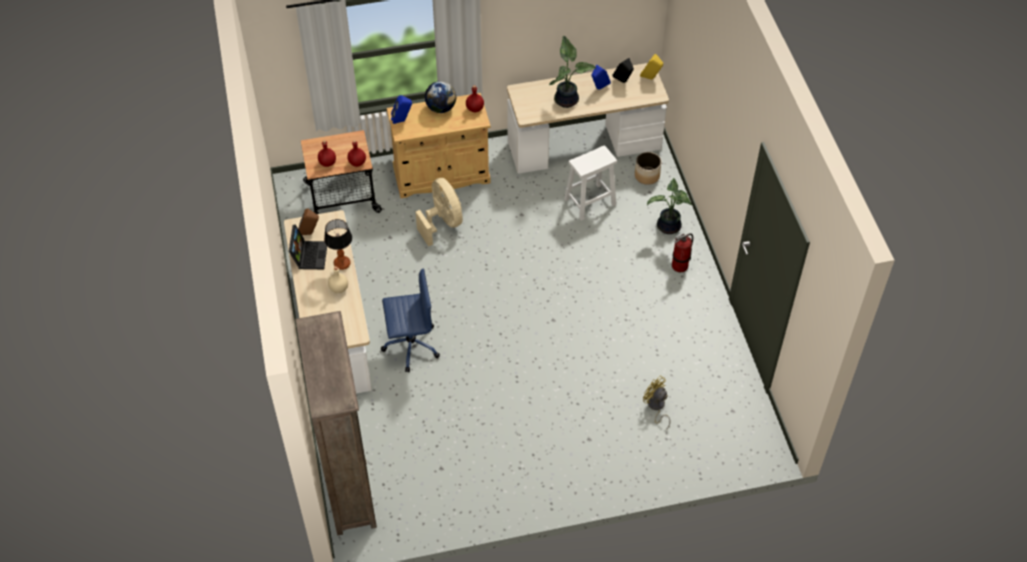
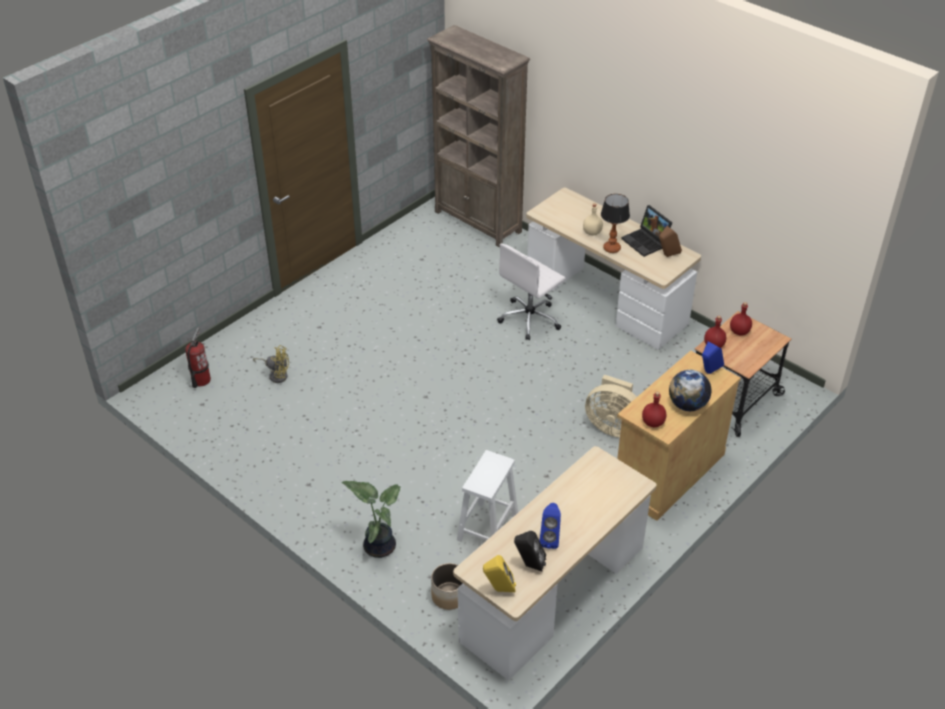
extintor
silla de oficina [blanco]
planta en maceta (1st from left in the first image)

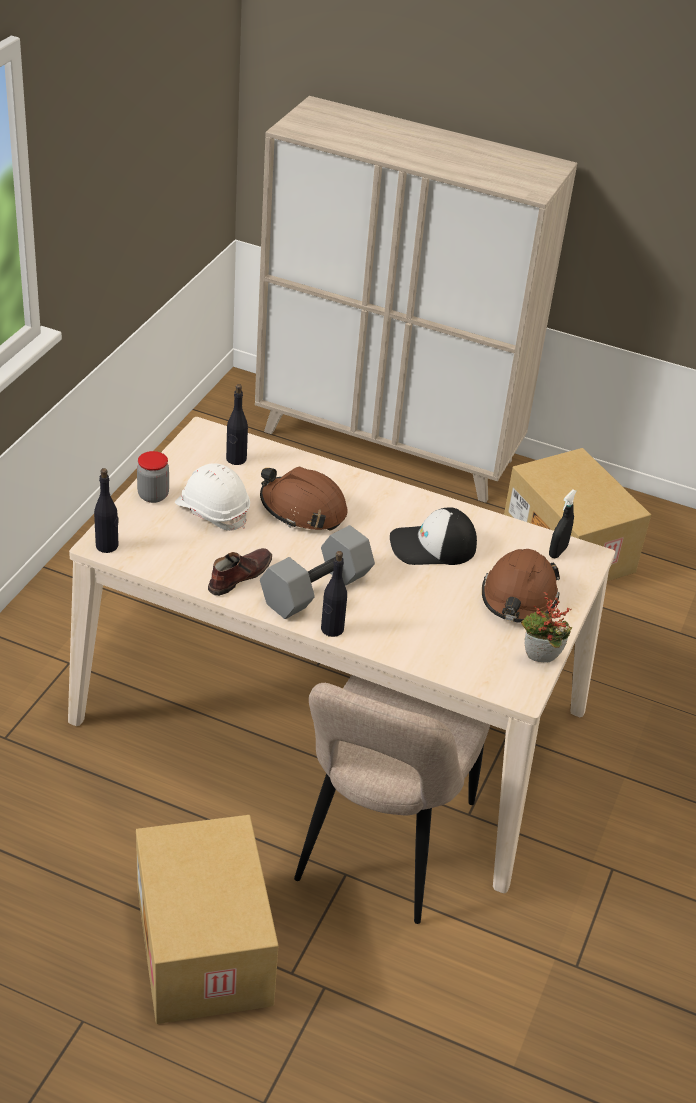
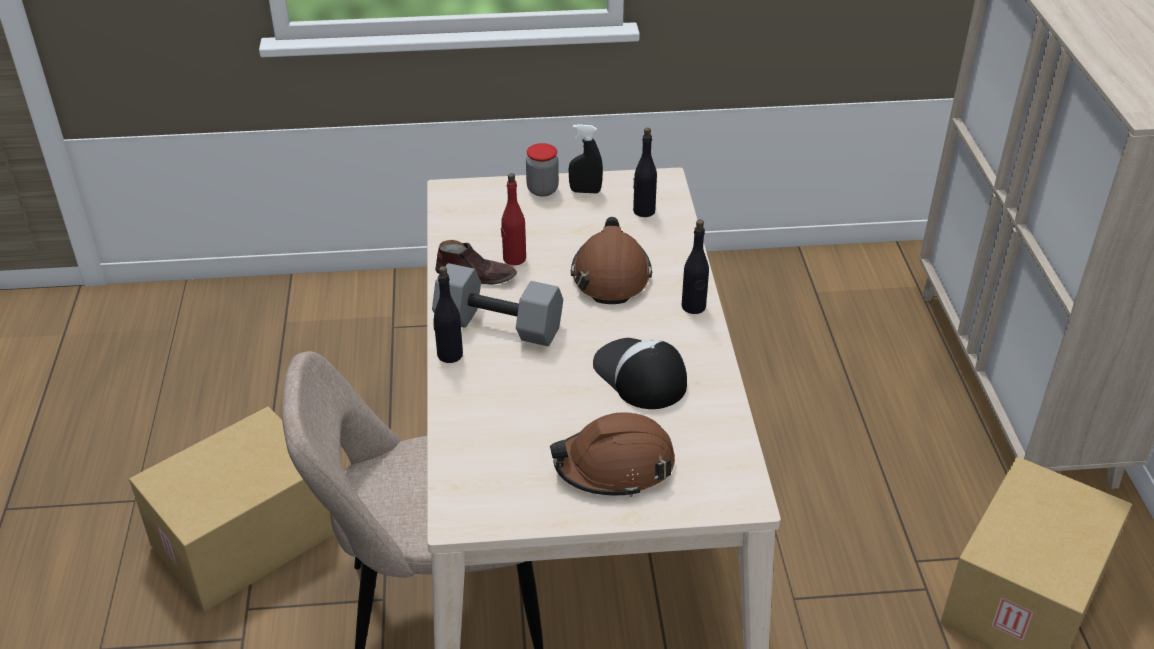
botella [rojo]
pulverizador [negro]
botella [negro] (3rd from left)
casco [blanco]
planta en maceta

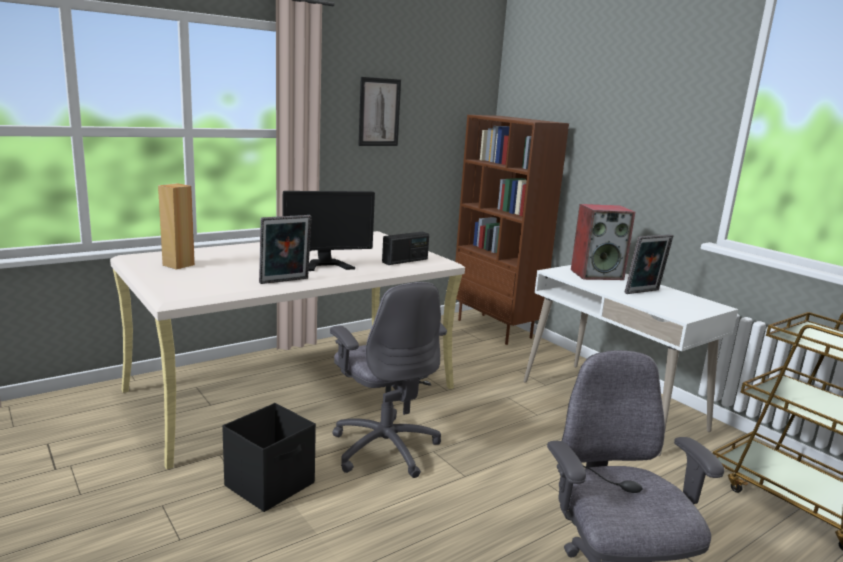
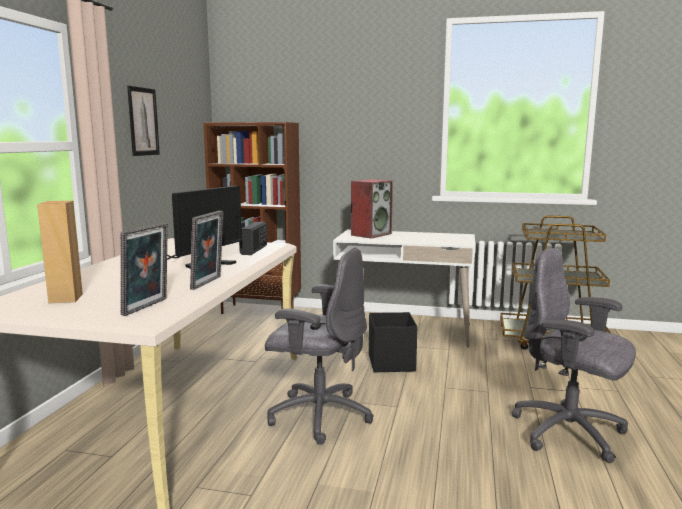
portarretratos (1st from left)
caja de almacenaje [negro]

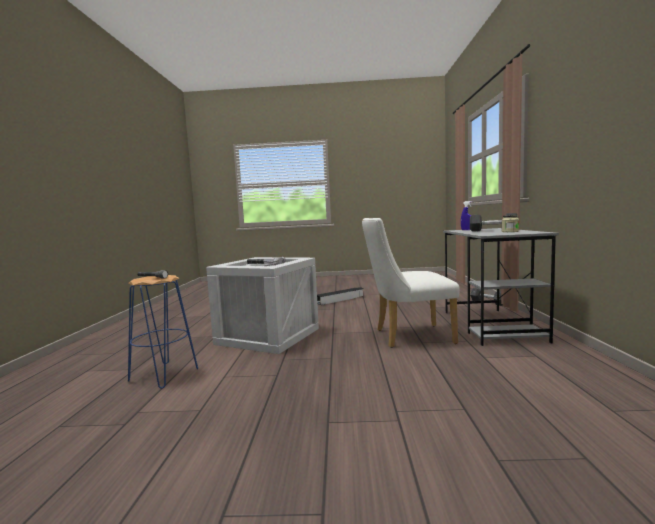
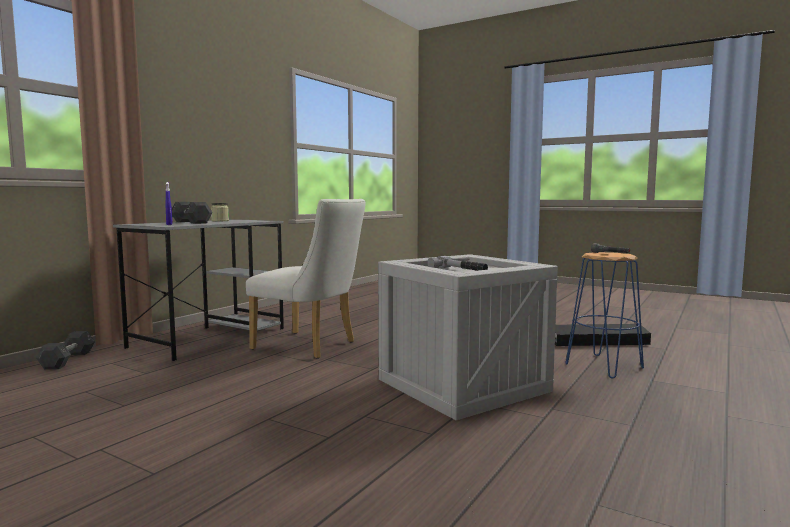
caja de almacenaje [negro]

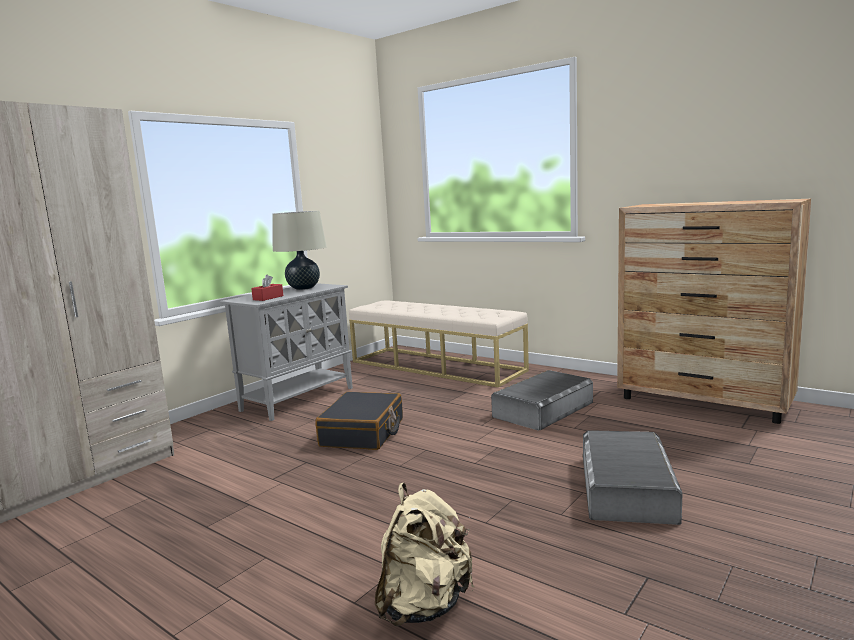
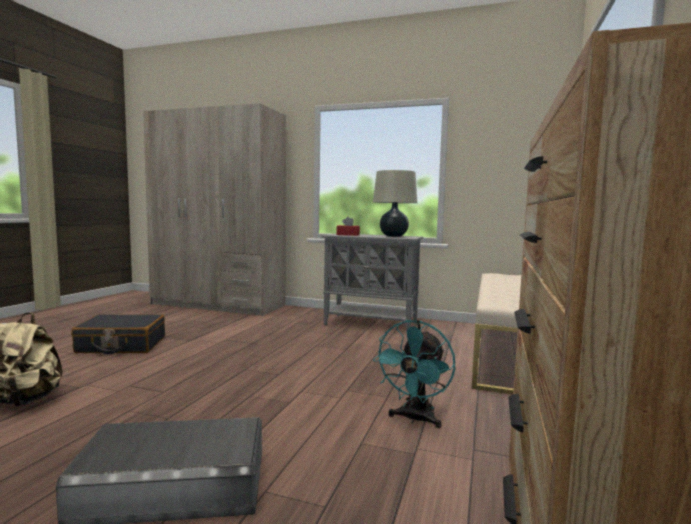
maleta [negro]
ventilador [turquesa]

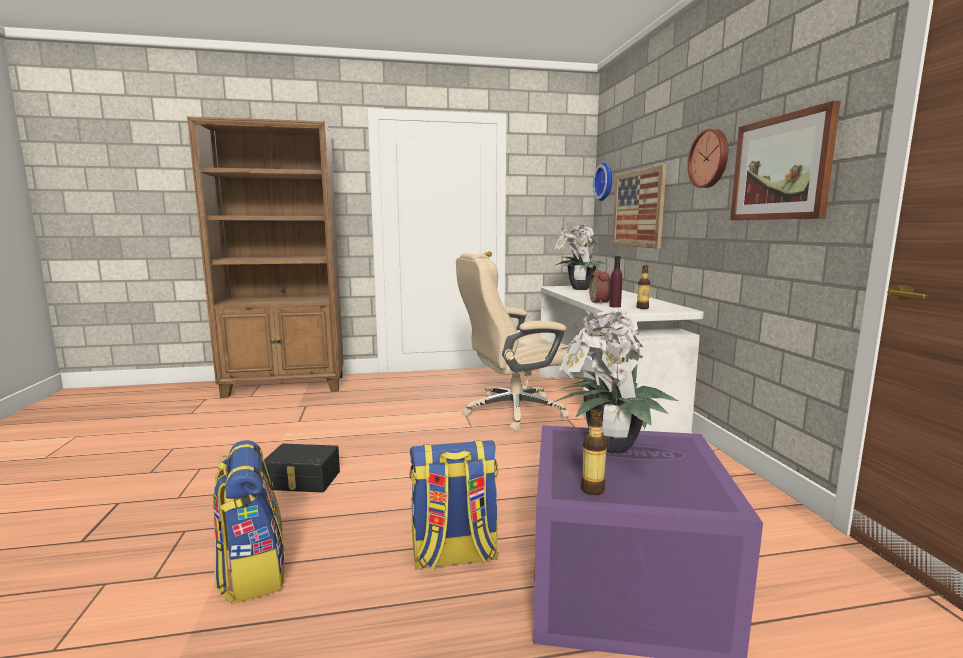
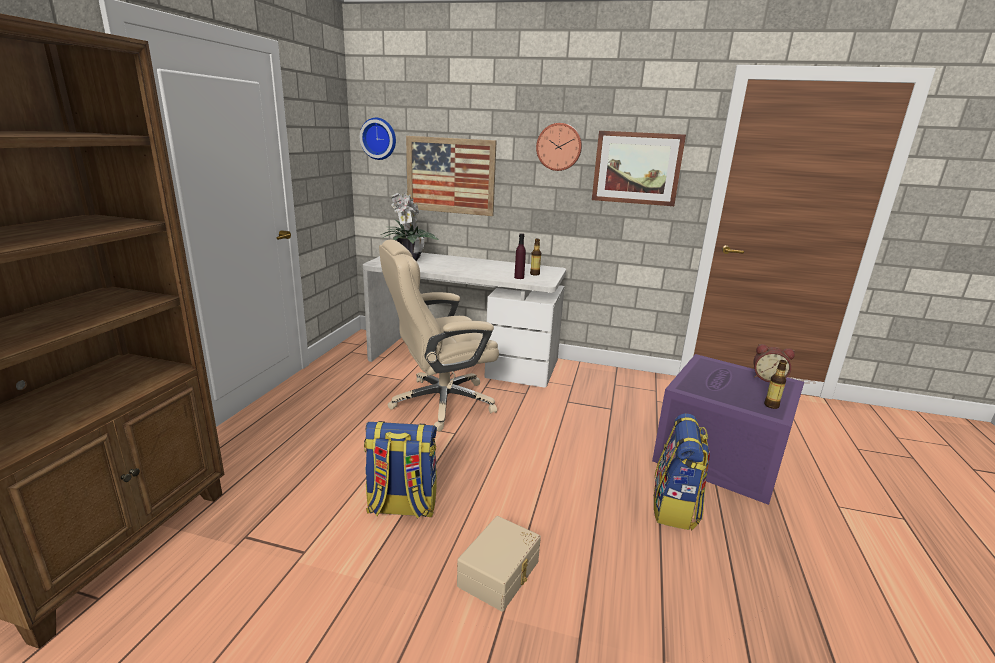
mochila (1st from left)
silla de oficina [beis]
caja de almacenaje [beis]
despertador
planta en maceta (2nd from left in the first image)

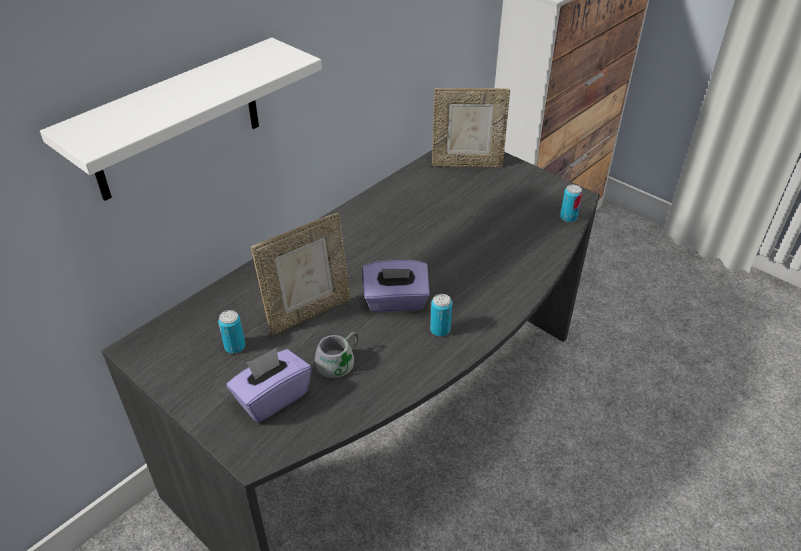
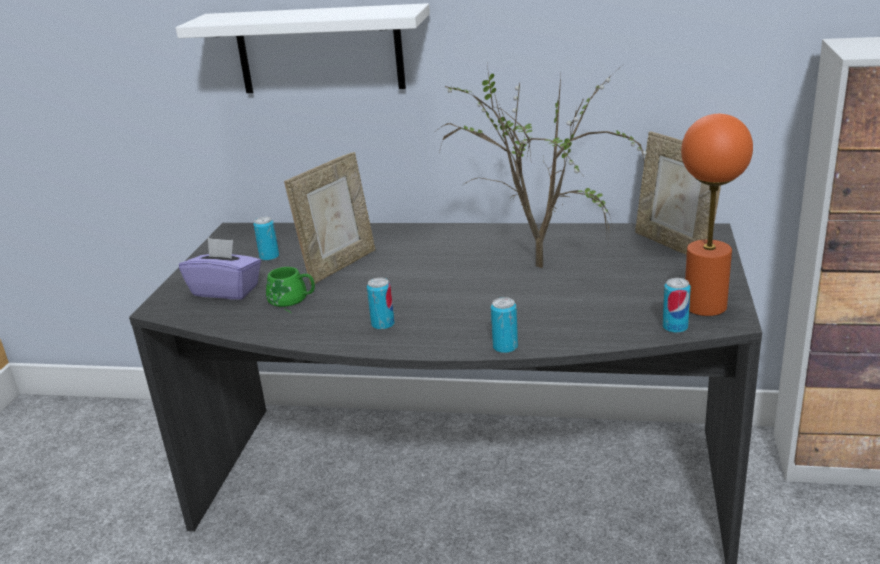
taza grande [verde]
portarretratos (1st from left)
planta en maceta
lata (3rd from left)
lámpara de mesa [naranja]
caja de pañuelos [morado] (2nd from left in the first image)

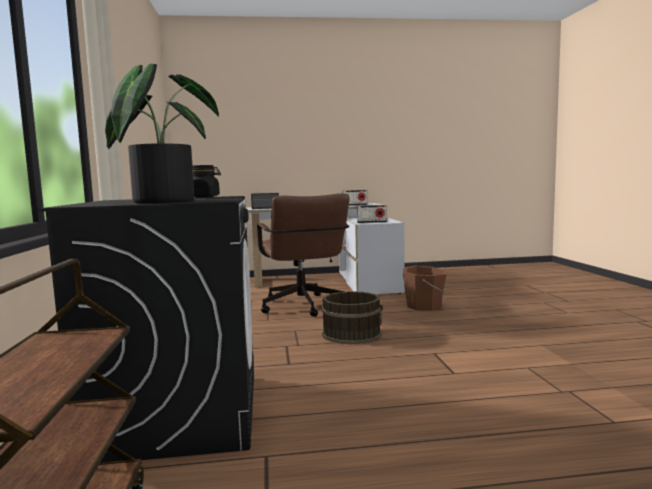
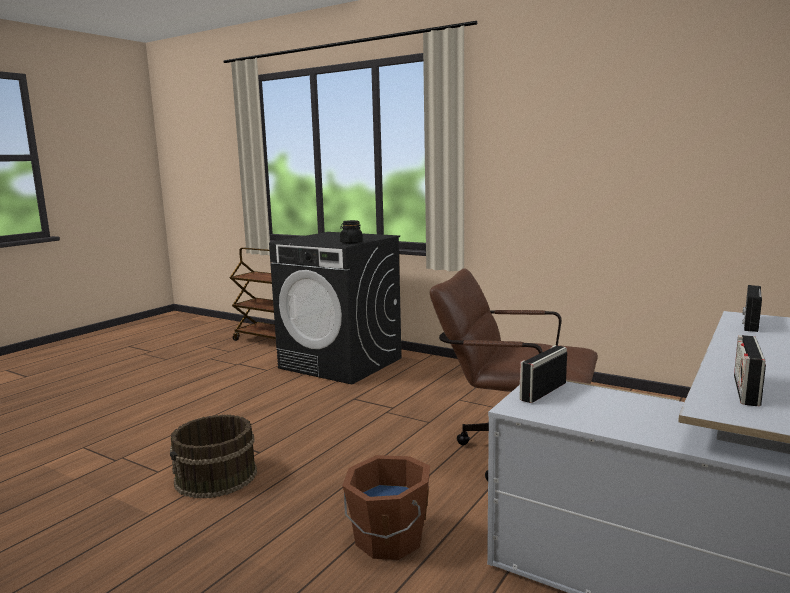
cubo [marrón] (1st from left)
planta en maceta

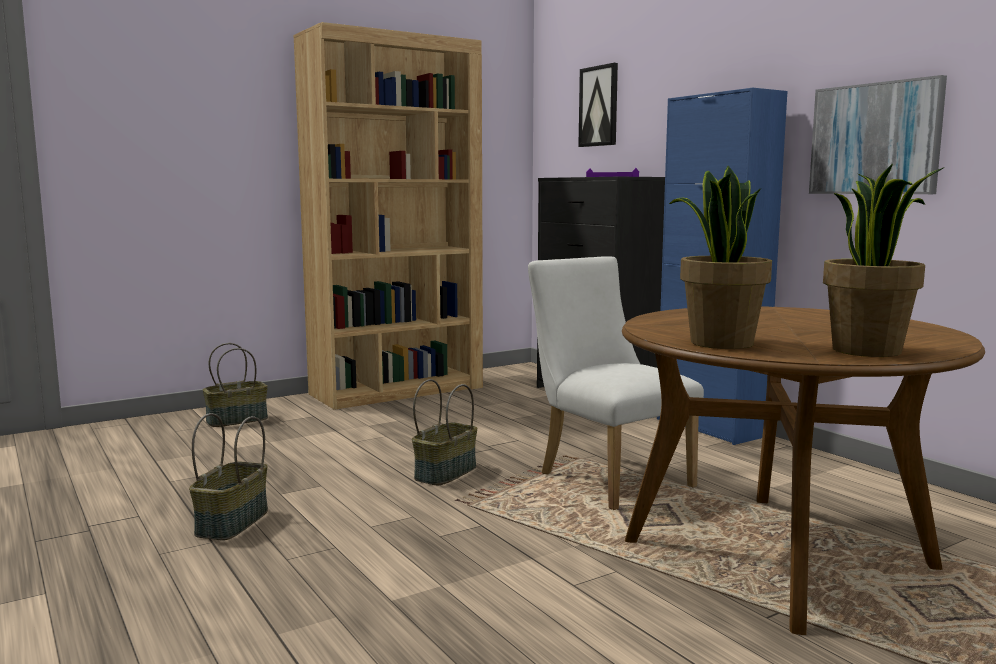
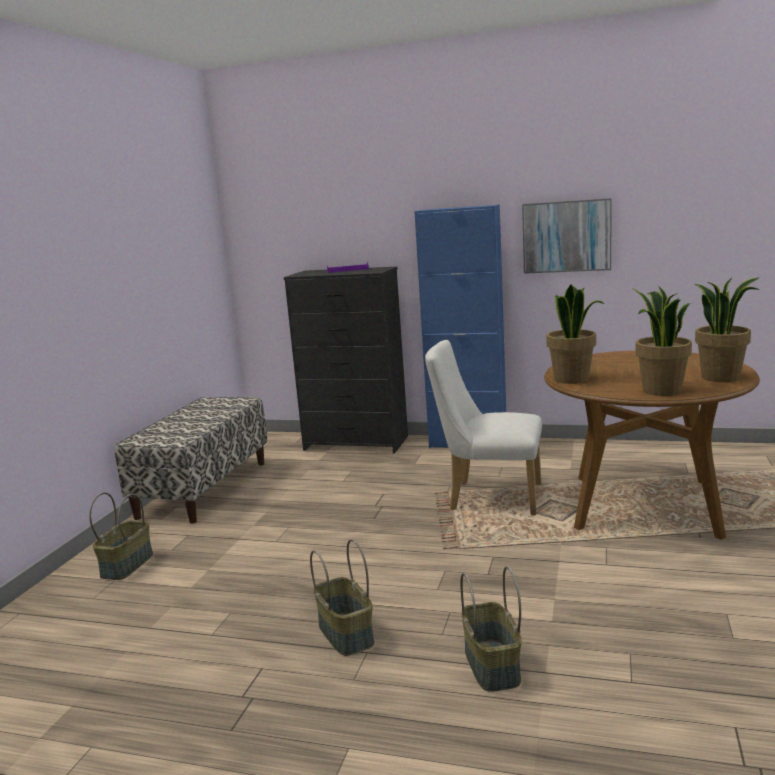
banco
cesta (3rd from left)
planta en maceta (1st from left)
cuadro (1st from left in the first image)

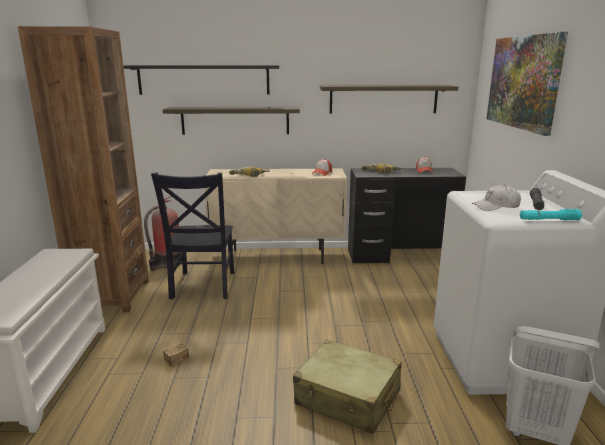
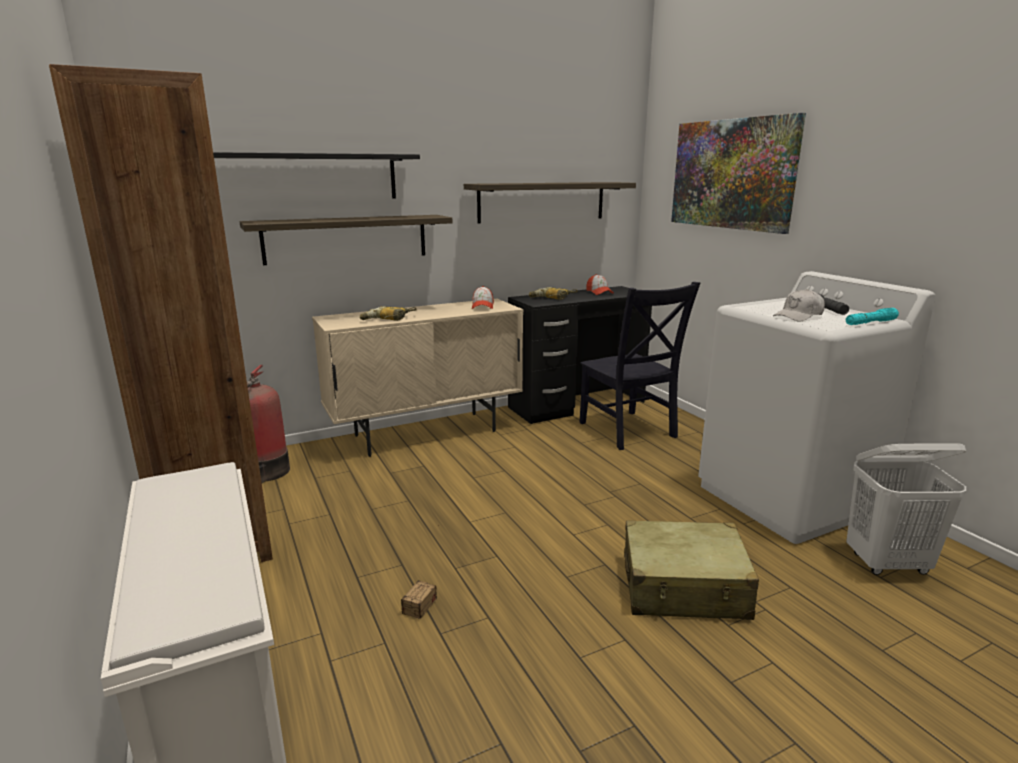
silla [negro]

